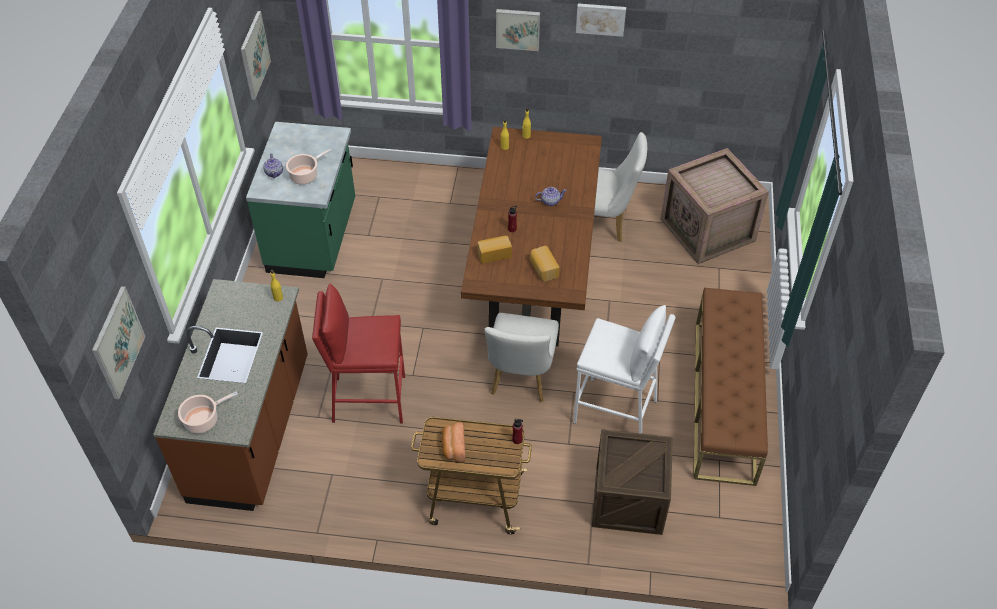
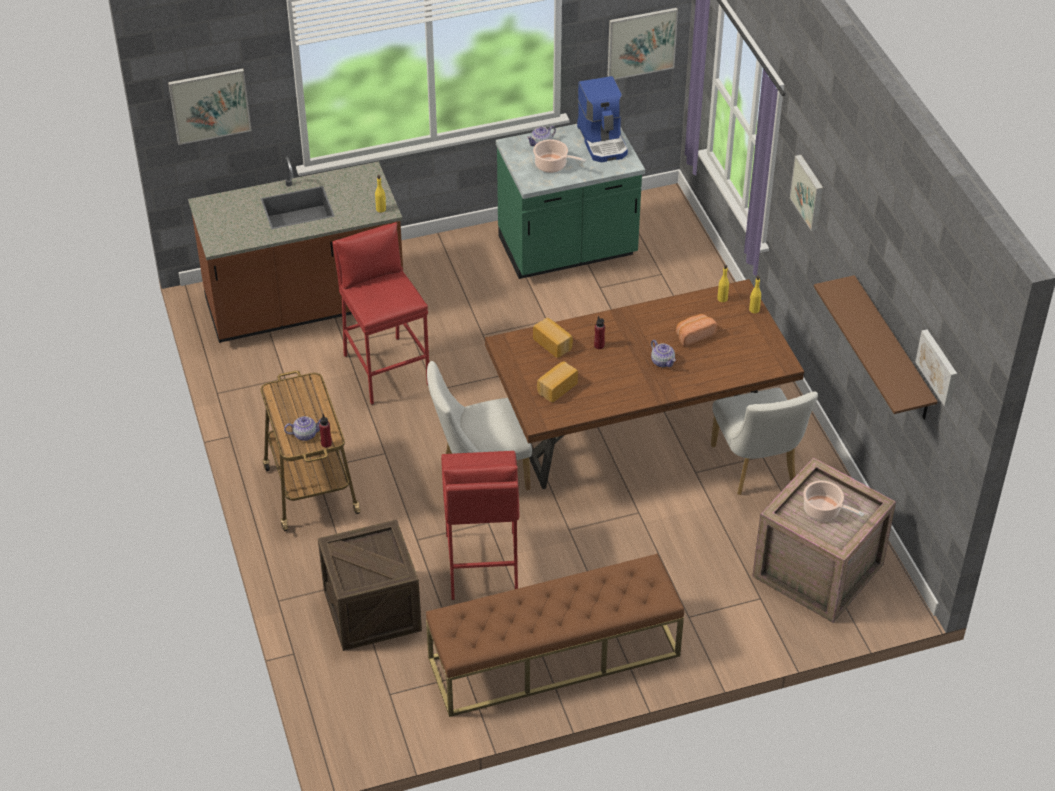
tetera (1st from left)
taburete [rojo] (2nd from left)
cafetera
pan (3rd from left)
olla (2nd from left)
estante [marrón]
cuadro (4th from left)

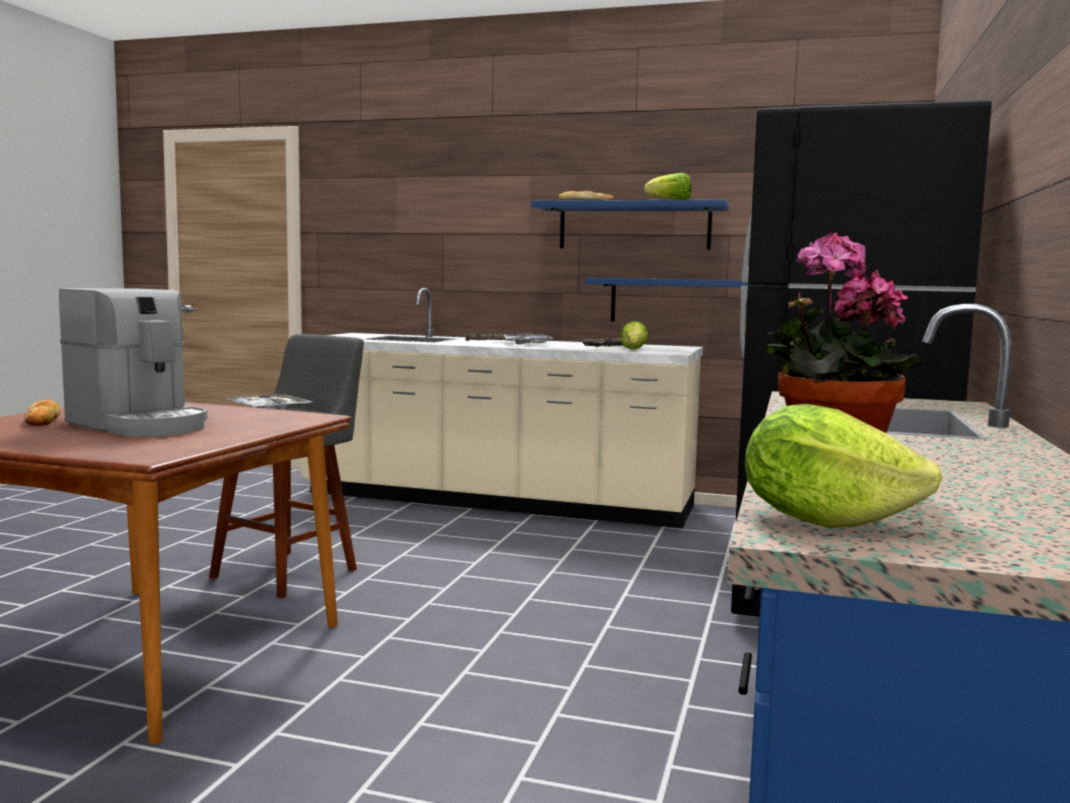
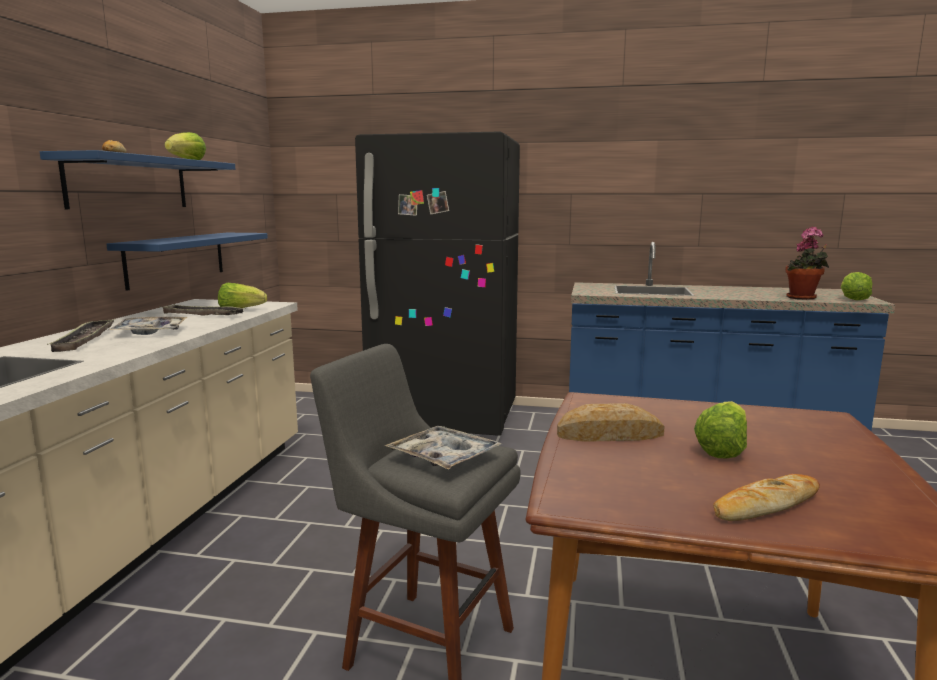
pan (2nd from left)
lechuga (3rd from left)

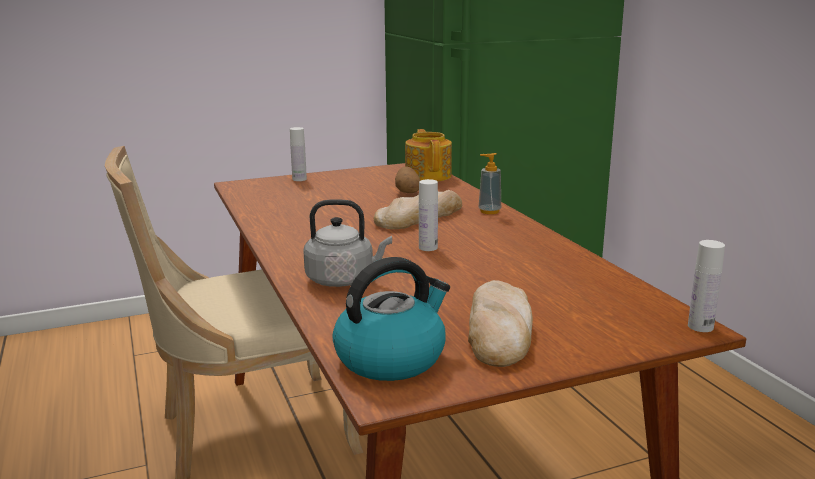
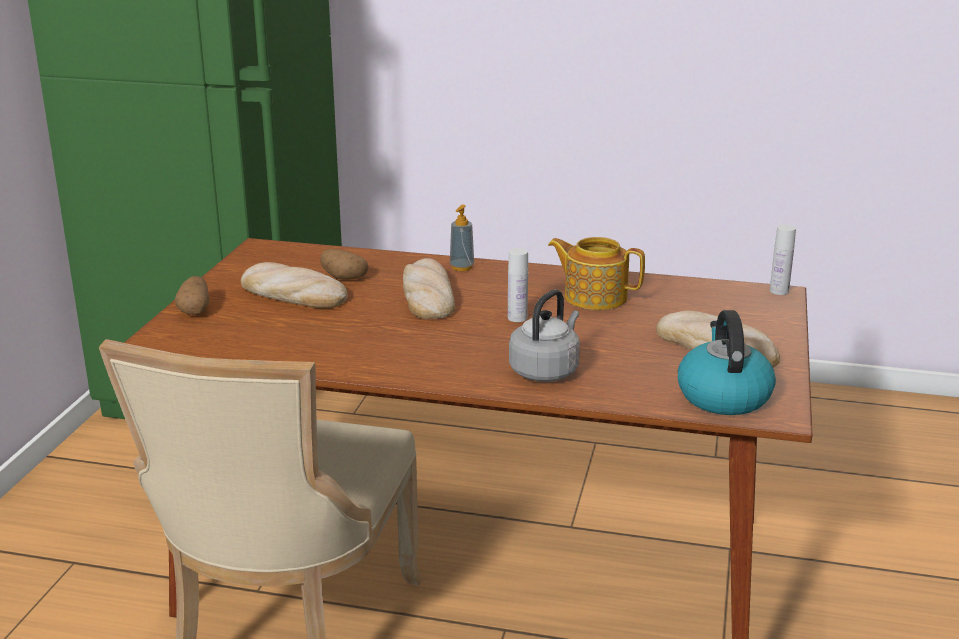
patata (1st from left)
pan (1st from left)
tetera

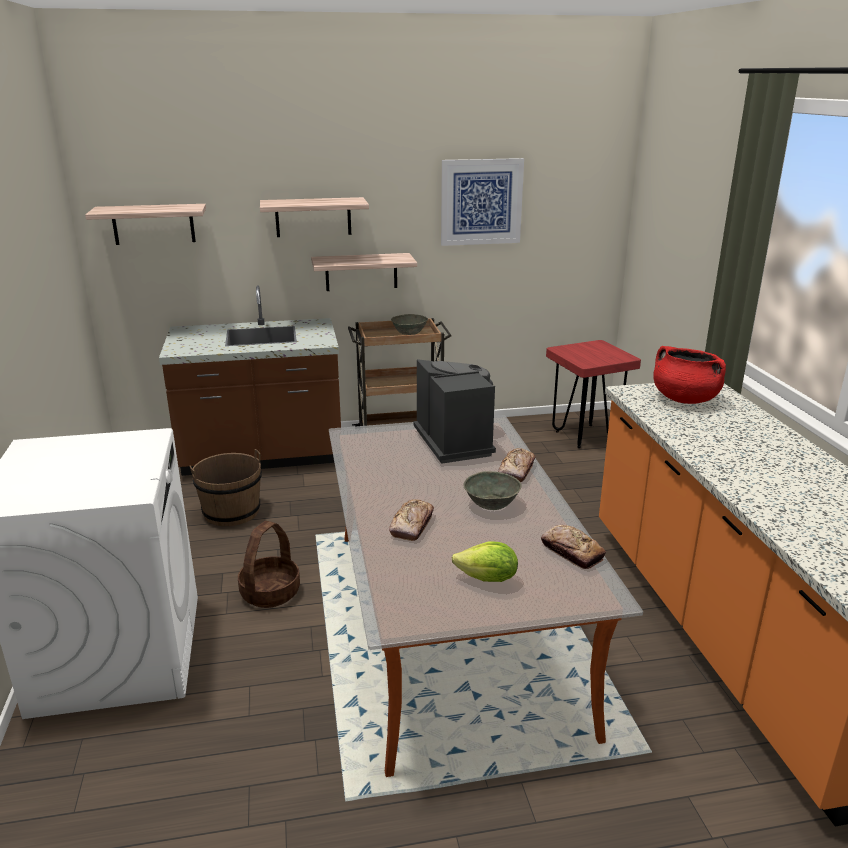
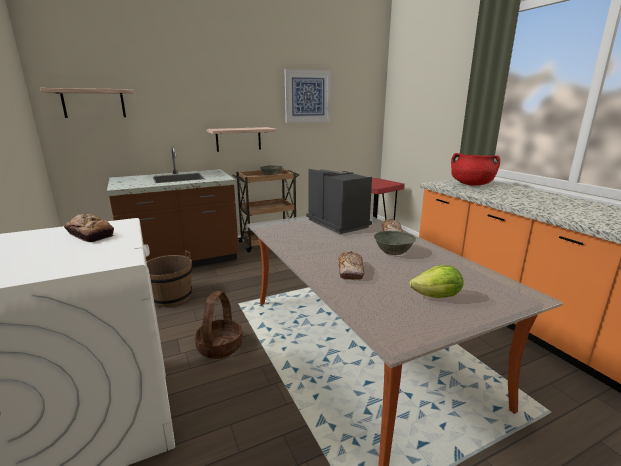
pan (1st from left)
estante (2nd from left in the first image)

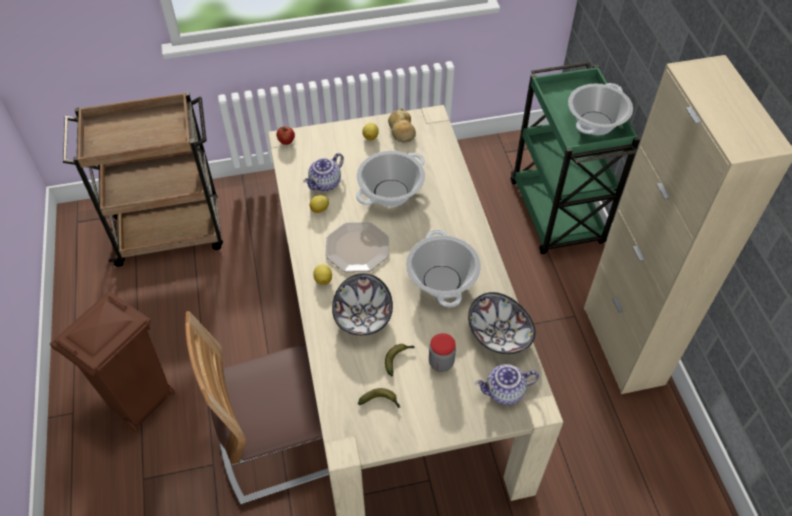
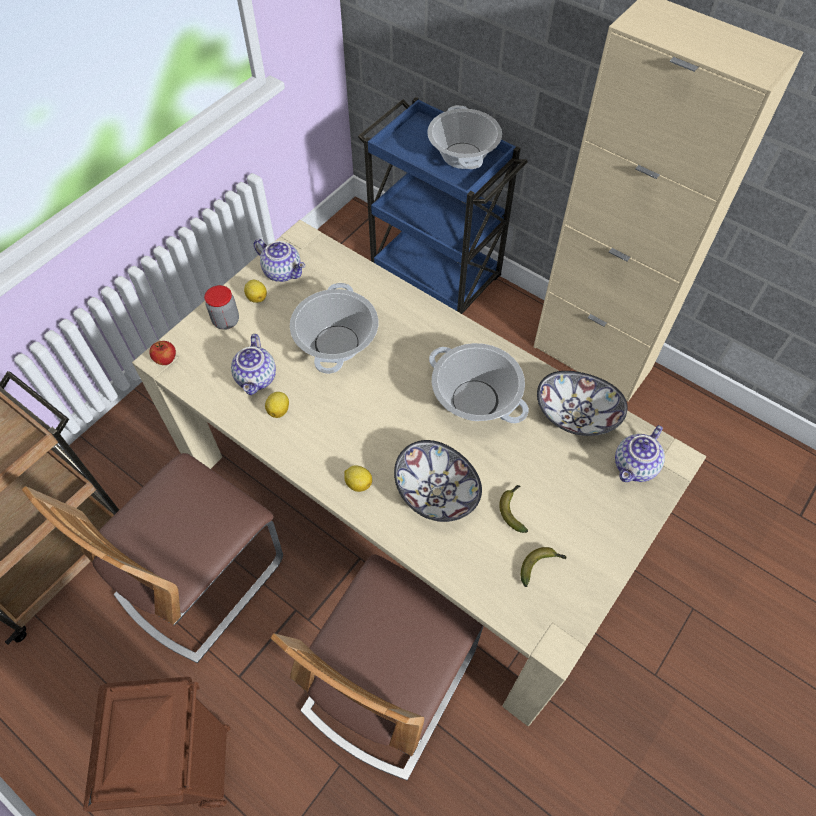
silla (1st from left)
tarro
tetera (2nd from left)
carrito [azul]
plato

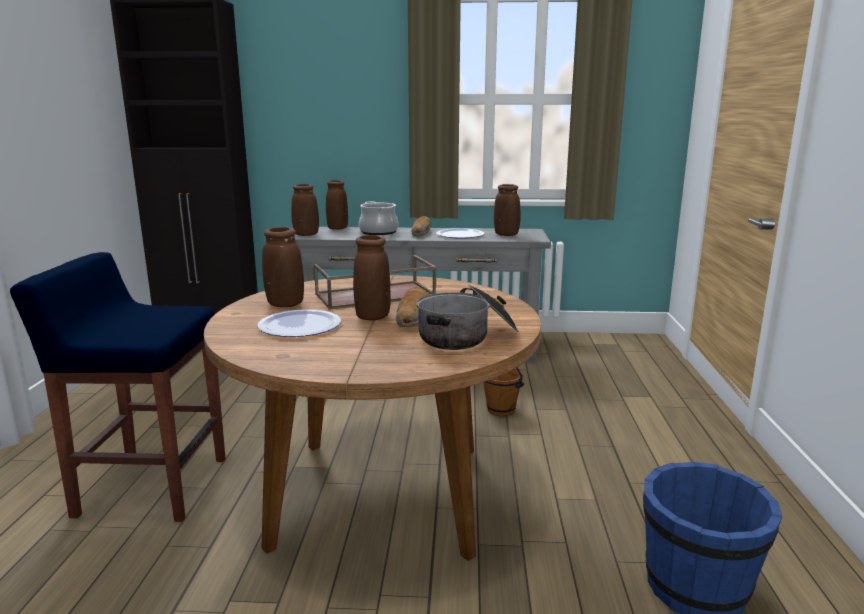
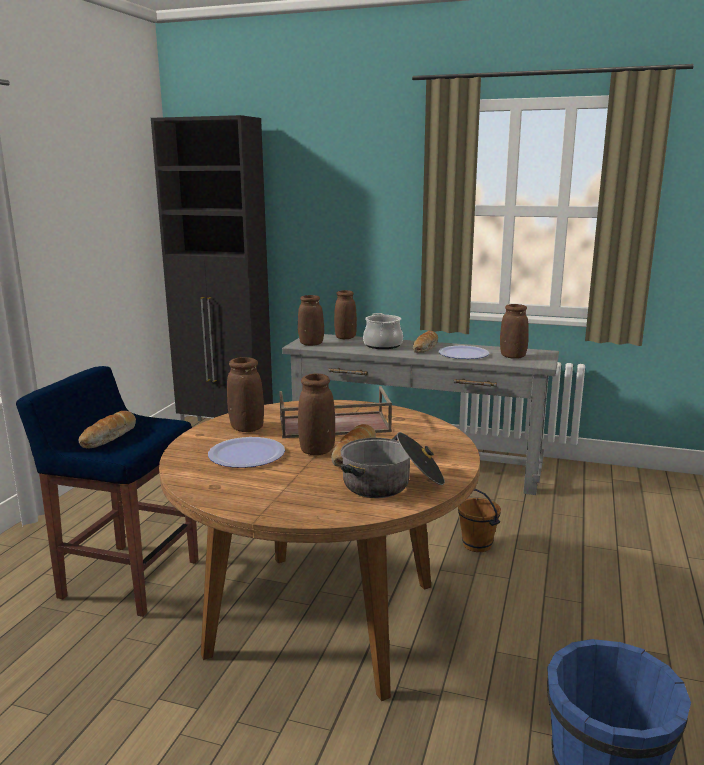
pan (1st from left)

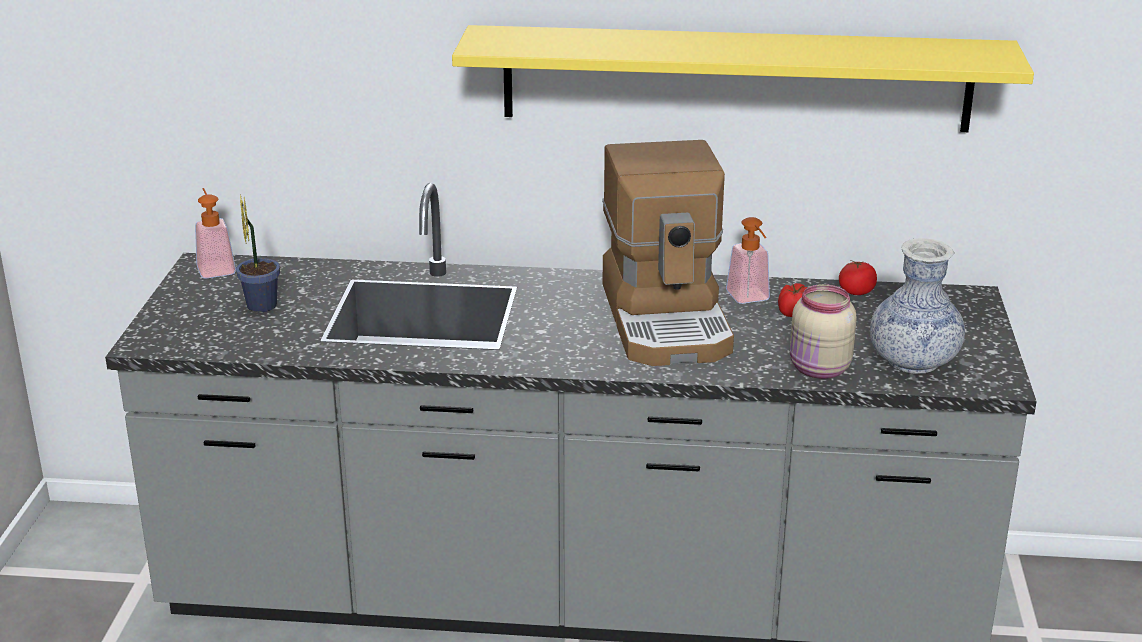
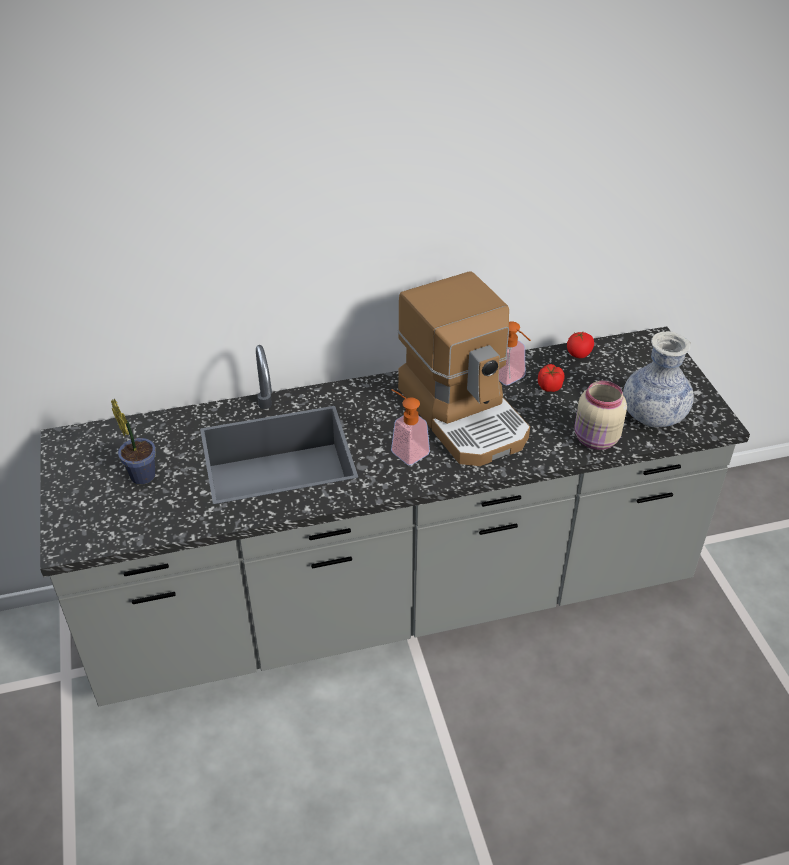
dispensador de jabón (1st from left)
estante [amarillo]

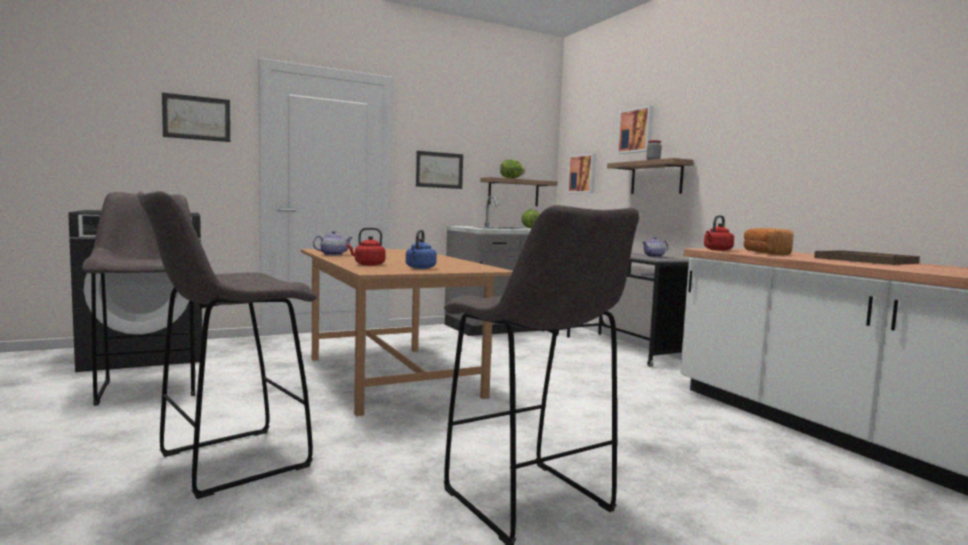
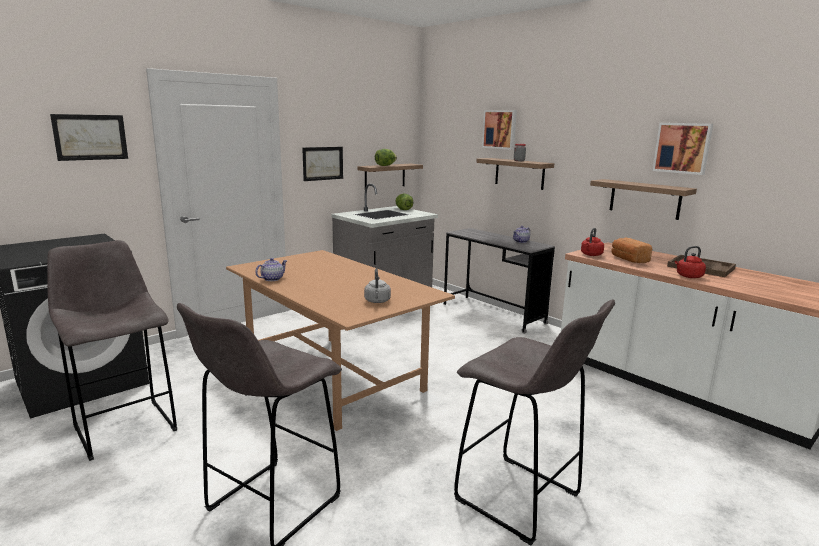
hervidor [gris]
estante (3rd from left)
cuadro (4th from left)
hervidor [rojo] (2nd from left)

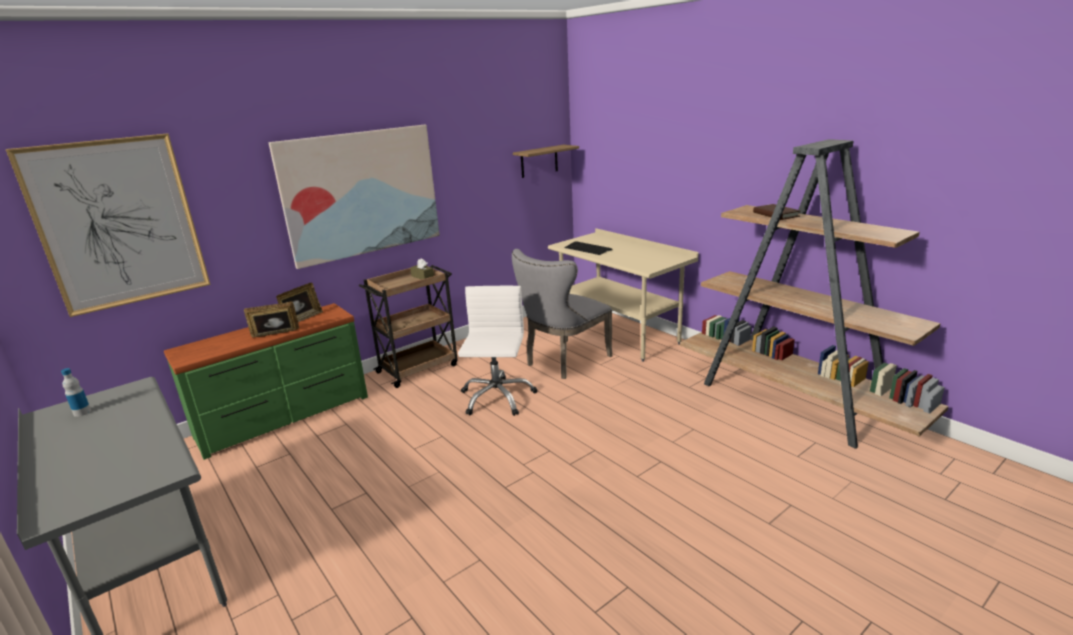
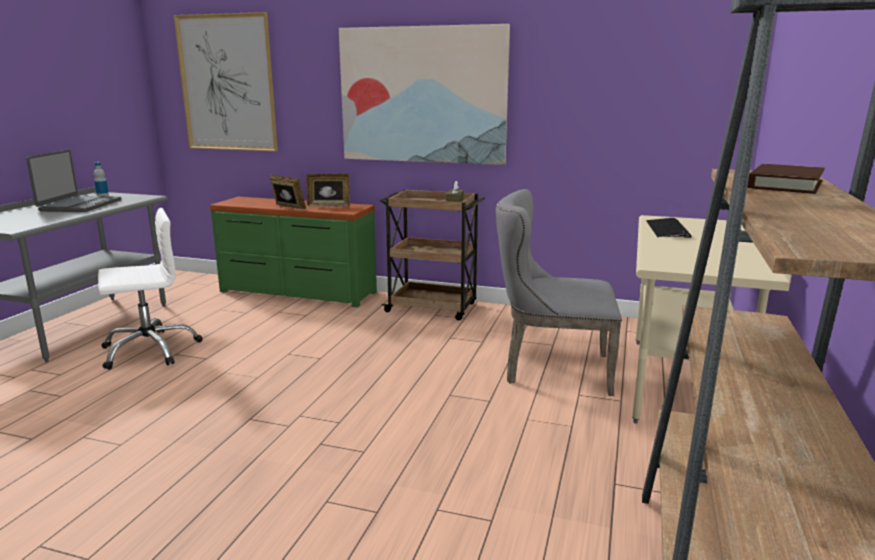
portátil
silla de oficina [blanco]
estante

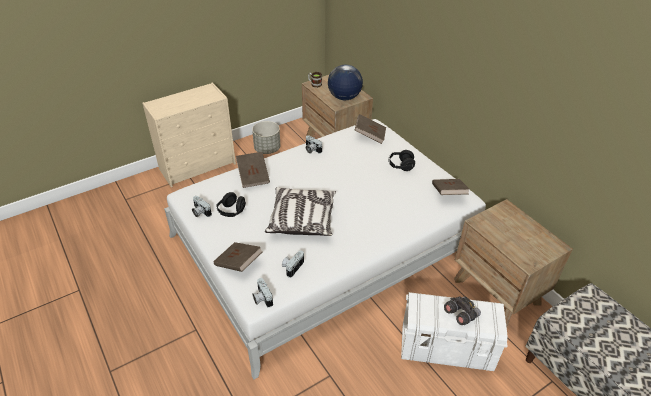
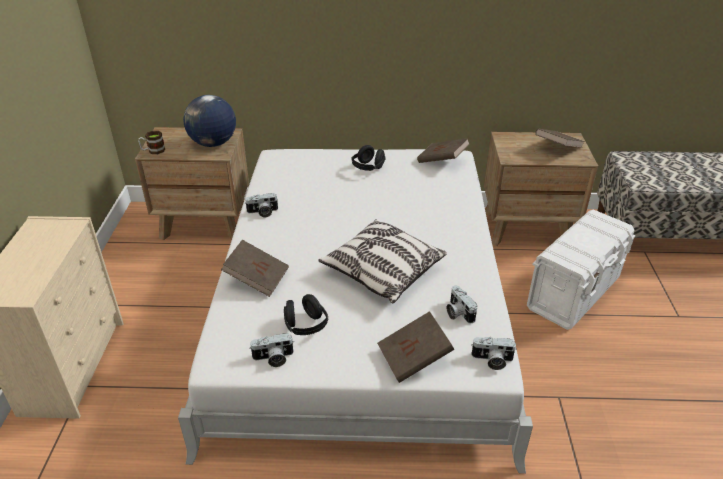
libro [marrón] (4th from left)
maceta [gris]
prismáticos [gris]

